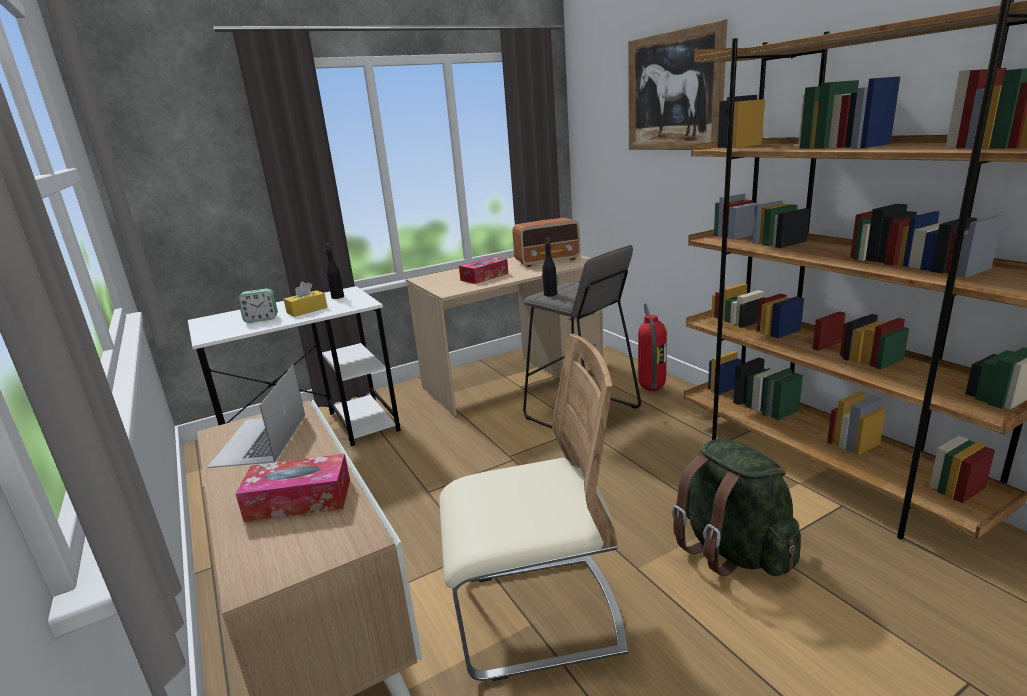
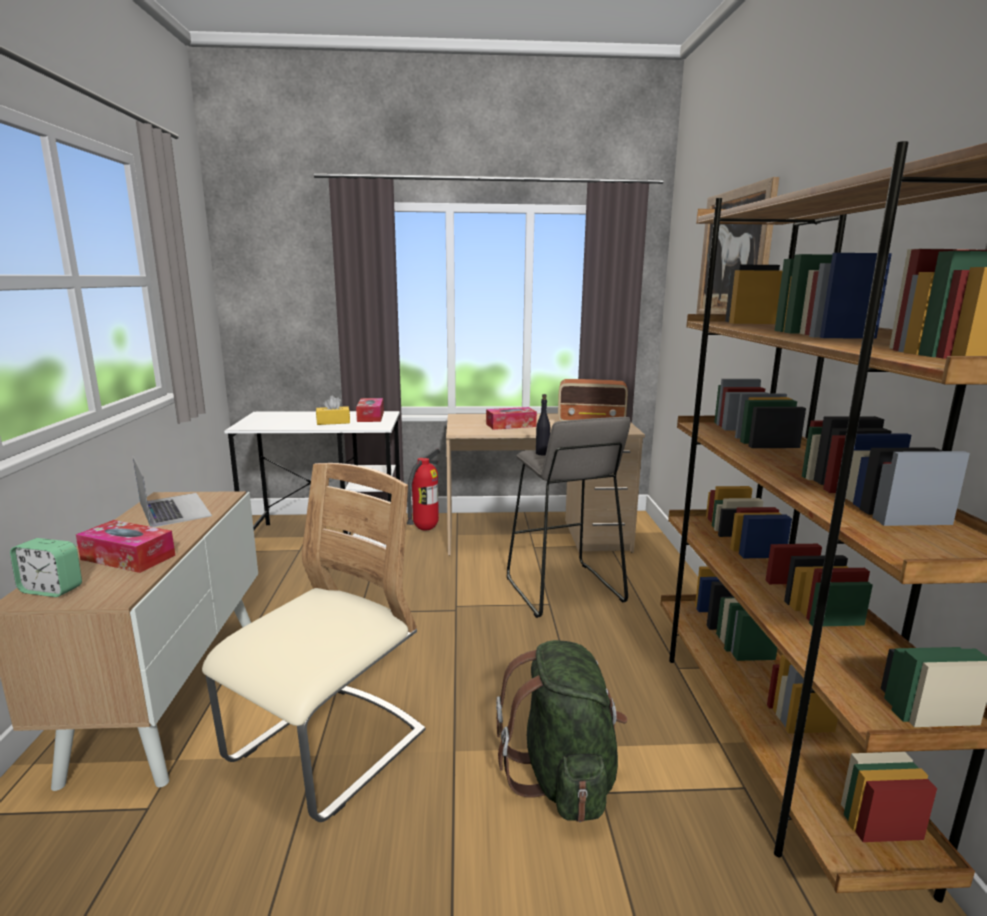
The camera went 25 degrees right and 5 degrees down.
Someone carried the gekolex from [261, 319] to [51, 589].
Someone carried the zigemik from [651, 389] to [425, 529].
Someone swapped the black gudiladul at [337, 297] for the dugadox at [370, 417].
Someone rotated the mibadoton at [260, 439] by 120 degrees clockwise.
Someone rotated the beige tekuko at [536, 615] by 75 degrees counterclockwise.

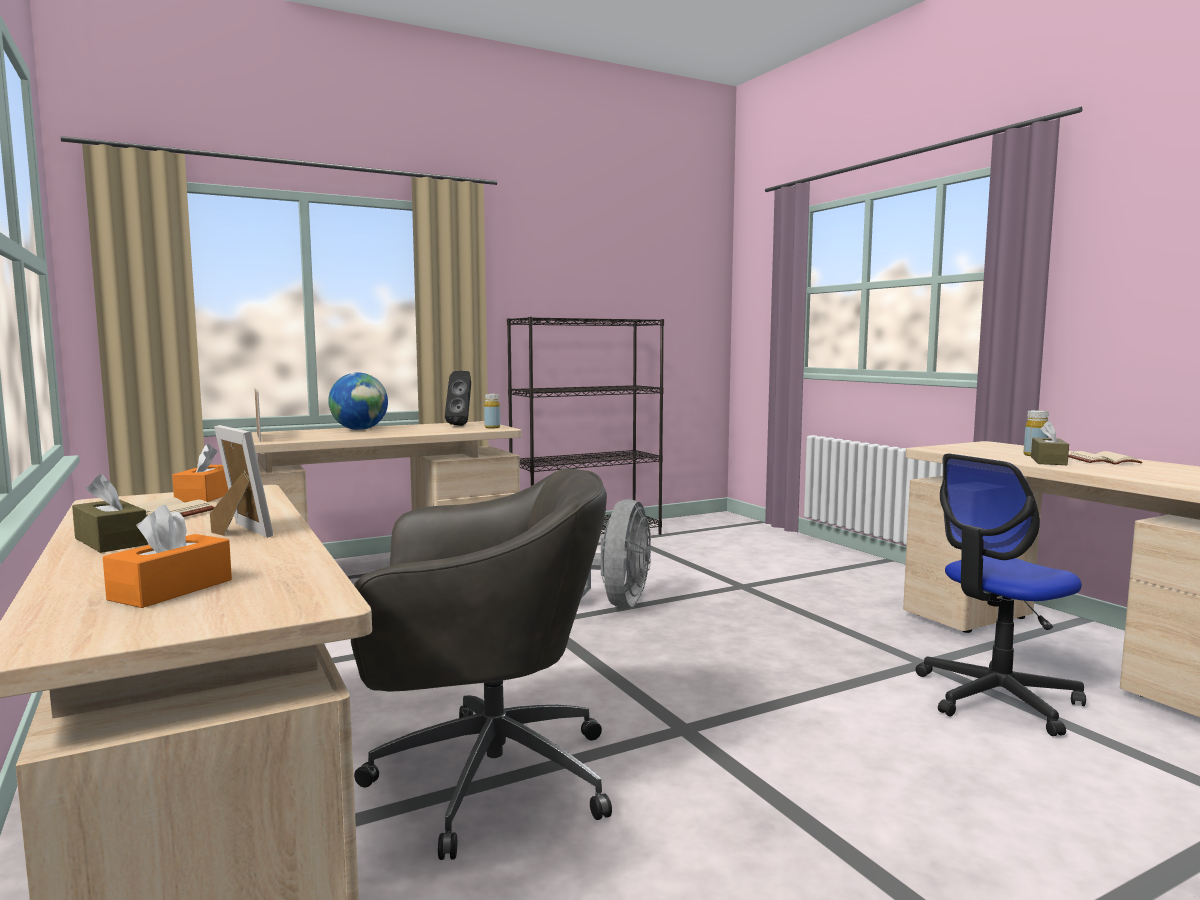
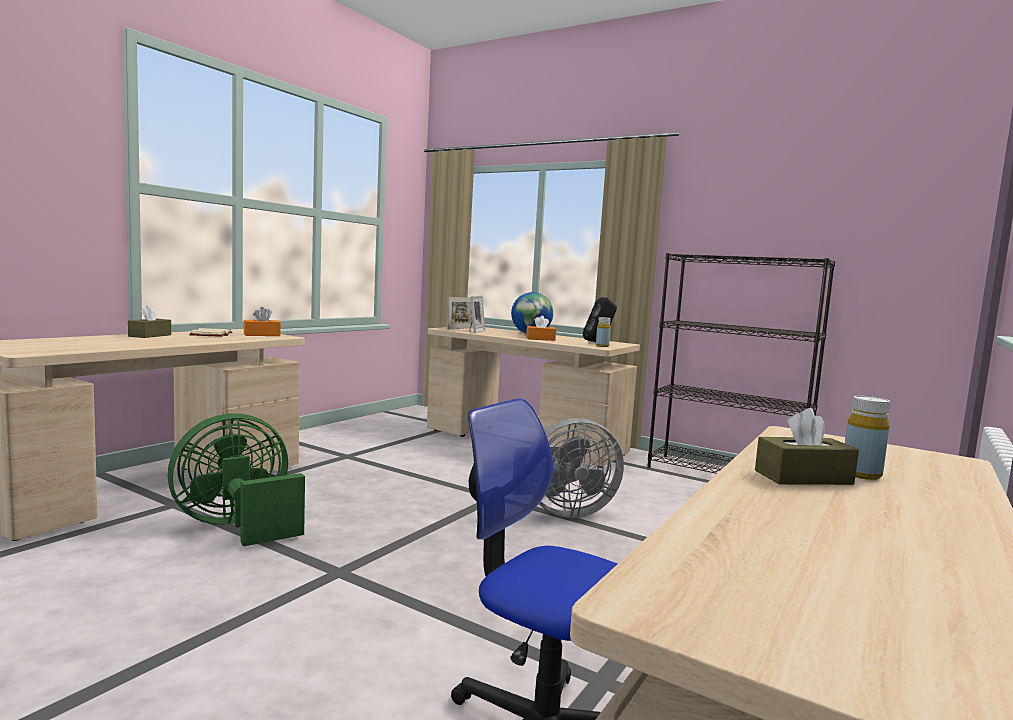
The camera went 60 degrees right and 0 degrees up.
Someone took away the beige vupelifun at [1103, 461].
Someone carried the orange dugadox from [171, 589] to [540, 339].
Someone carried the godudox from [237, 532] to [474, 331].
Someone swapped the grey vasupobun at [484, 778] for the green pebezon at [238, 527].

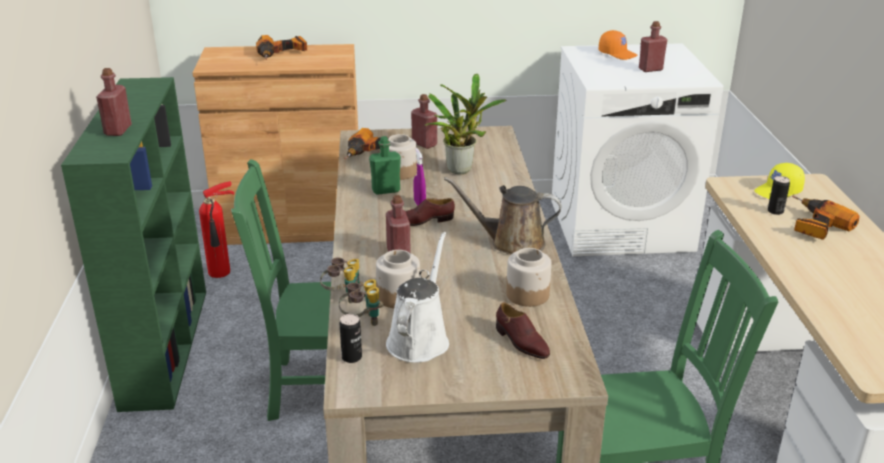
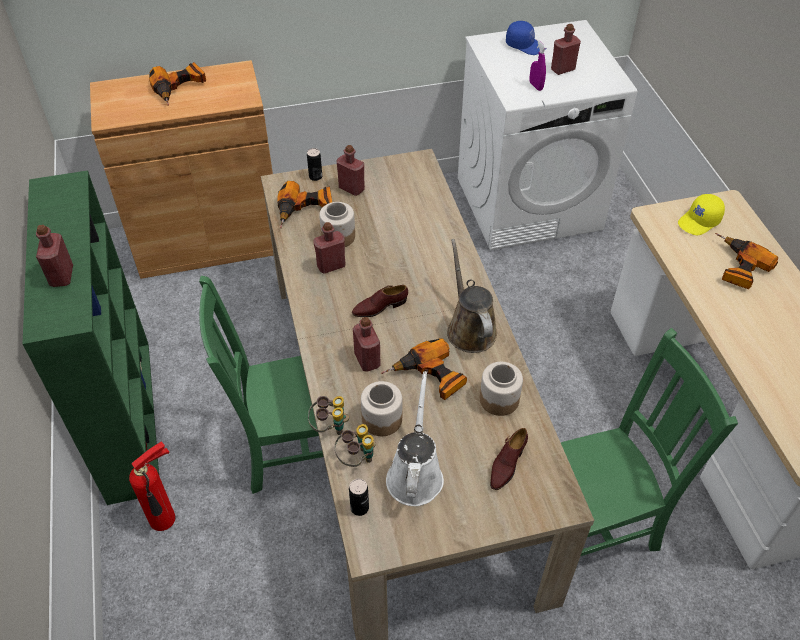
The camera went 10 degrees left and 20 degrees up.
Someone took away the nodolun at [461, 169].
Someone put down the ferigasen at [429, 378].
Someone carried the zigemik from [221, 272] to [165, 520].
Someone carried the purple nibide from [419, 204] to [536, 86].
Someone carried the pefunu from [775, 211] to [315, 177].
Someone repainted the green gudiladul at [386, 190], which became the red gudiladul at [331, 266].
Someone repainted the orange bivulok at [617, 54], which became the blue bivulok at [525, 45].
Someone rotated the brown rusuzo at [512, 243] by 75 degrees clockwise.
Someone rotated the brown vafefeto at [521, 342] by 75 degrees clockwise.

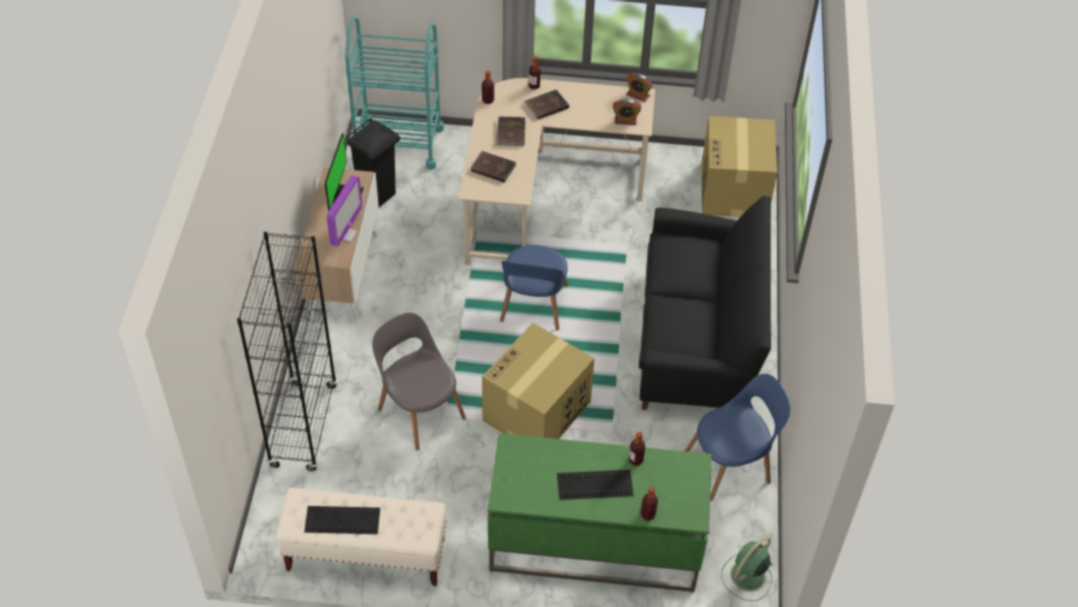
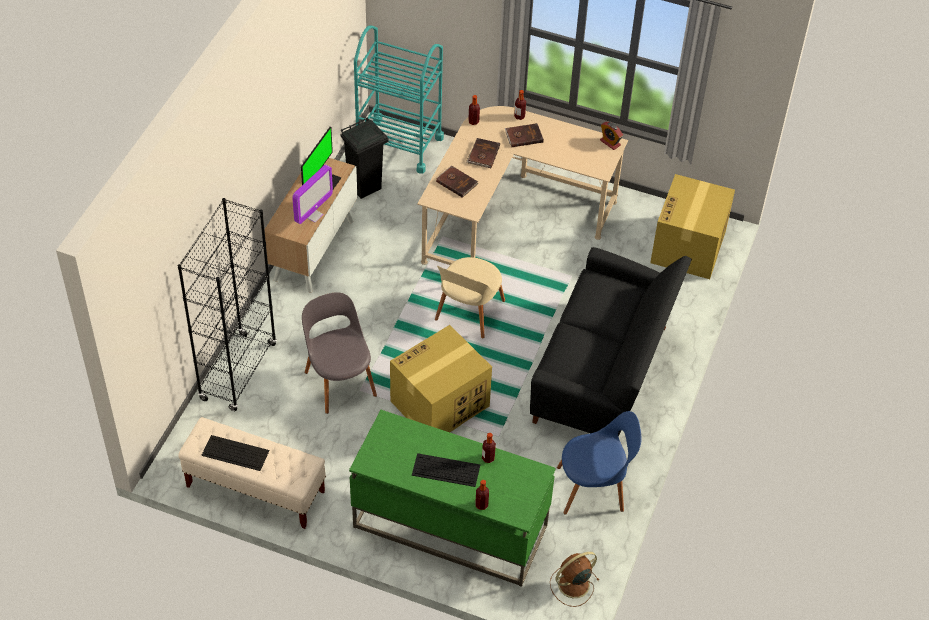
The camera went 15 degrees right and 0 degrees up.
Someone took away the gekolex at [625, 120].
Someone repainted the blue tekuko at [533, 306], which became the beige tekuko at [468, 313].
Someone repainted the green pebezon at [746, 577], which became the brown pebezon at [572, 585].

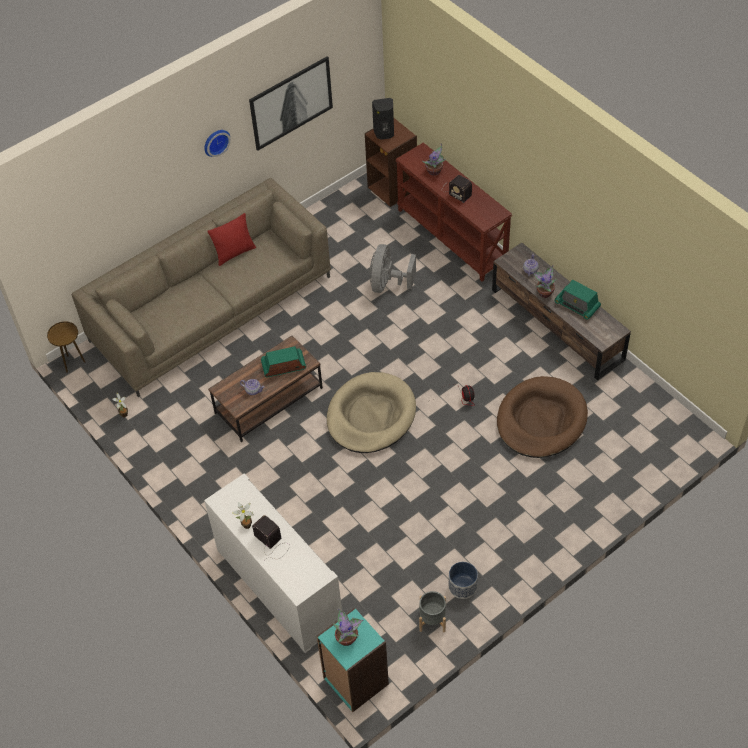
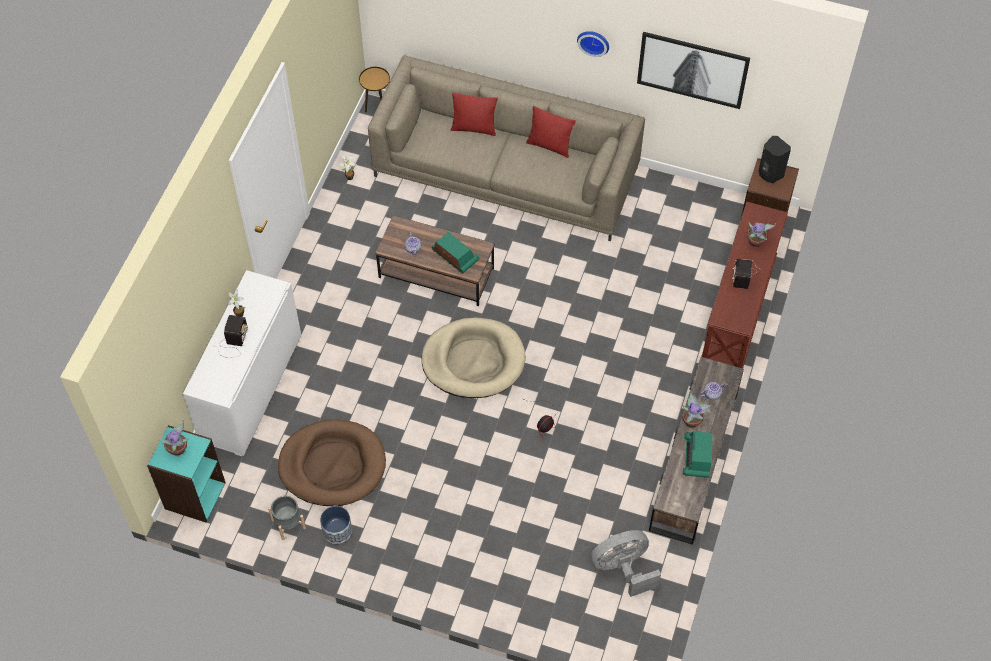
The camera went 55 degrees right and 5 degrees up.
Someone put down the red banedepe at [474, 128].
Someone carried the grey pebezon from [388, 284] to [622, 568].
Someone carried the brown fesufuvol from [541, 420] to [332, 465].

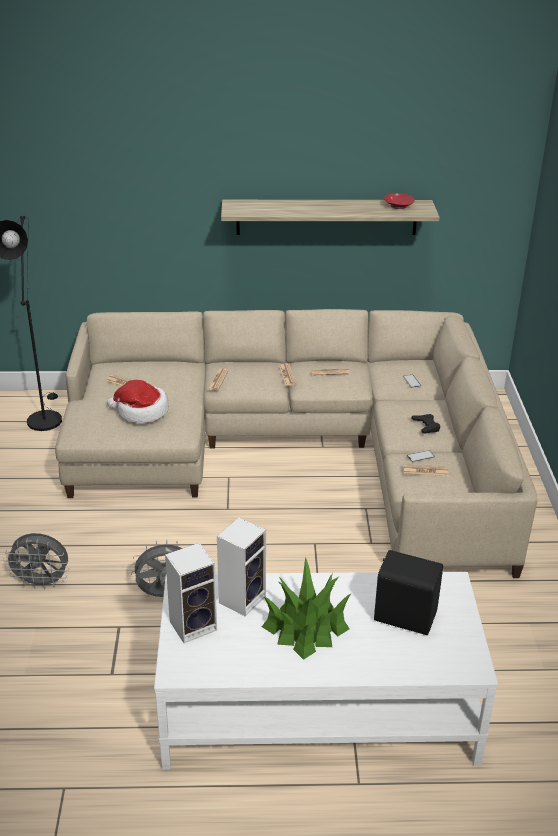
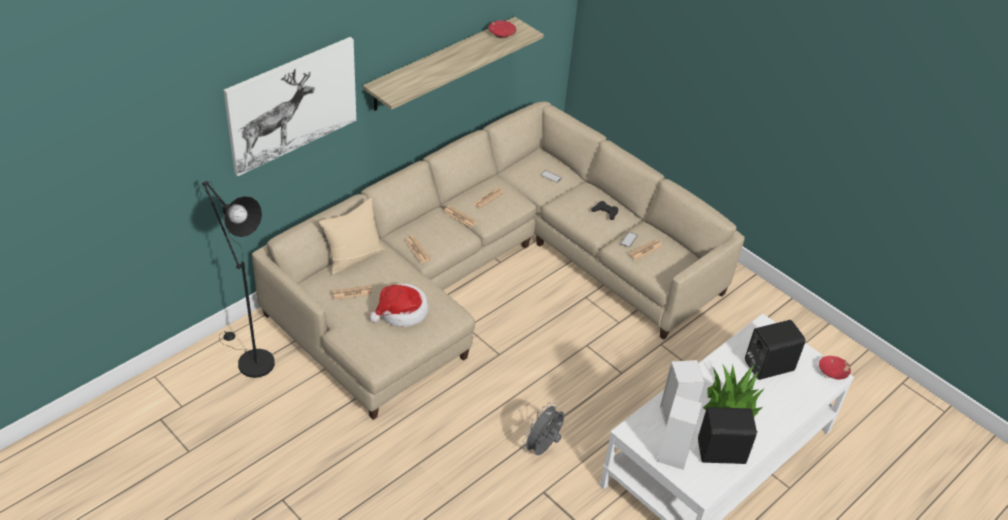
The camera went 45 degrees left and 10 degrees up.
Someone took away the grey pebezon at [42, 583].
Someone put up the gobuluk at [292, 104].
Someone put down the beige banedepe at [354, 258].
Someone put down the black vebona at [722, 453].
Someone put down the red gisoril at [833, 372].

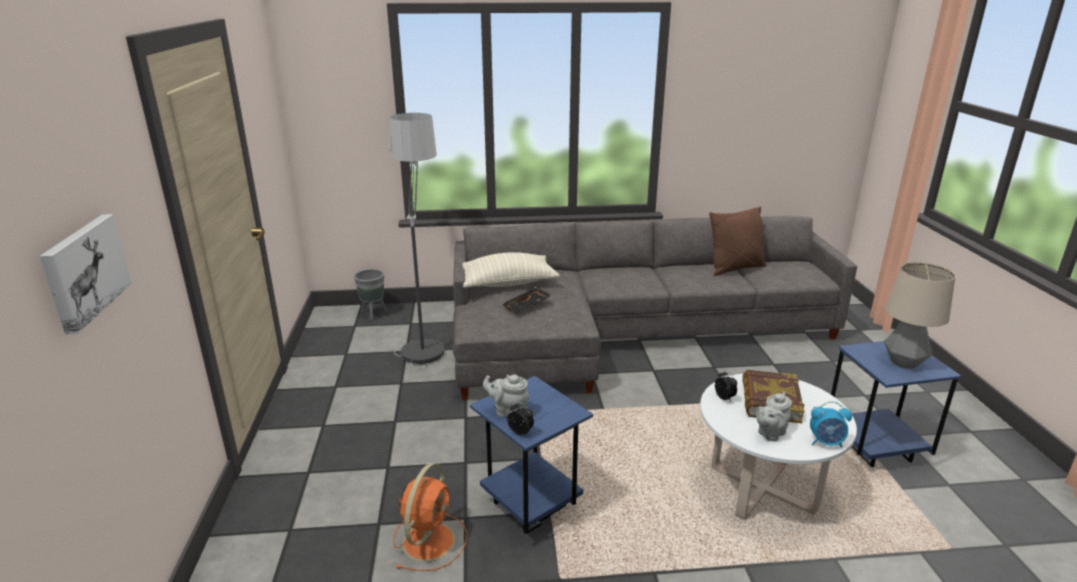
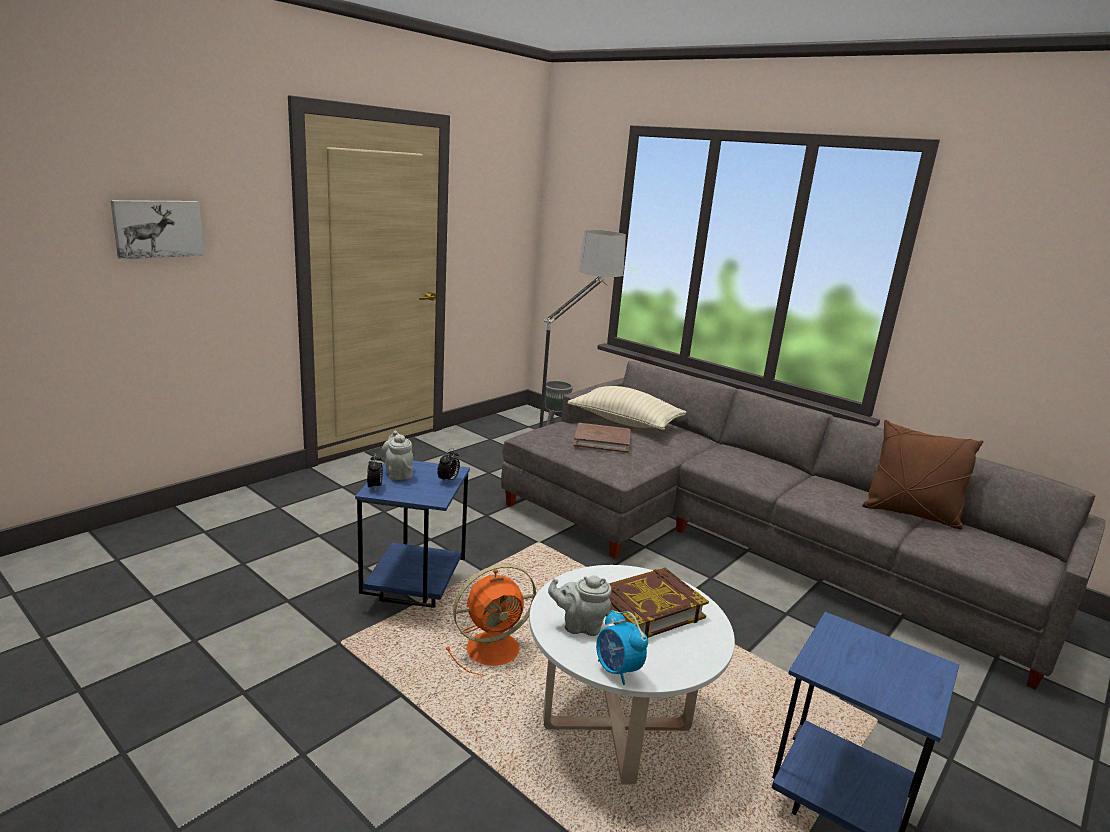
The camera went 45 degrees right and 5 degrees down.
Someone took away the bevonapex at [903, 362].
Someone carried the orange pebezon from [430, 539] to [495, 648].
Someone carried the gekolex from [725, 398] to [448, 480].
Someone swapped the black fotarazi at [527, 306] for the brown vupelifun at [602, 441].

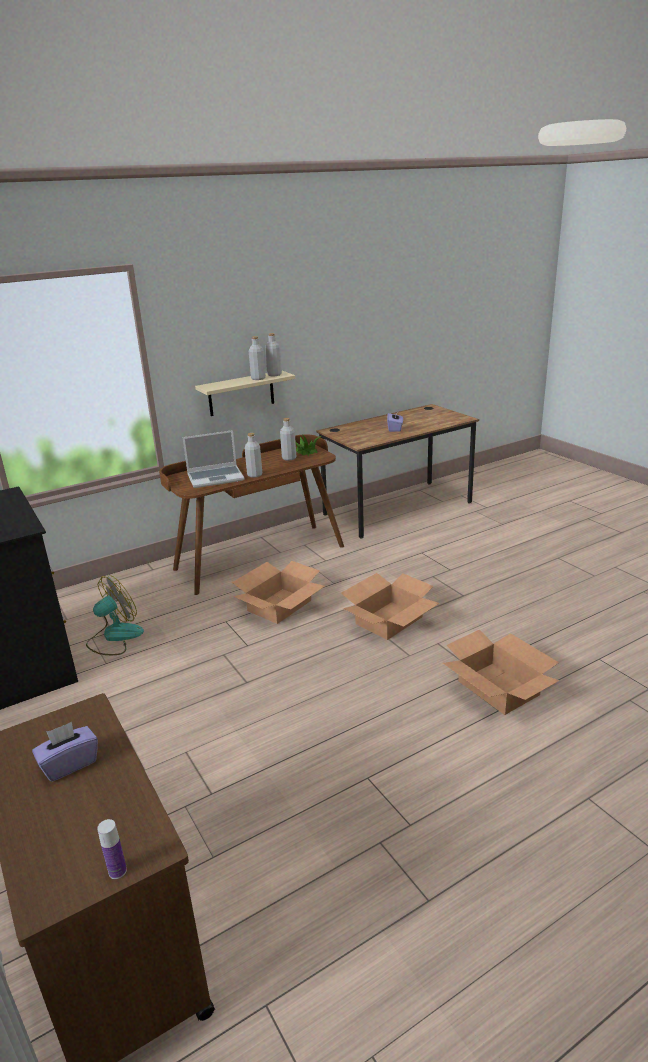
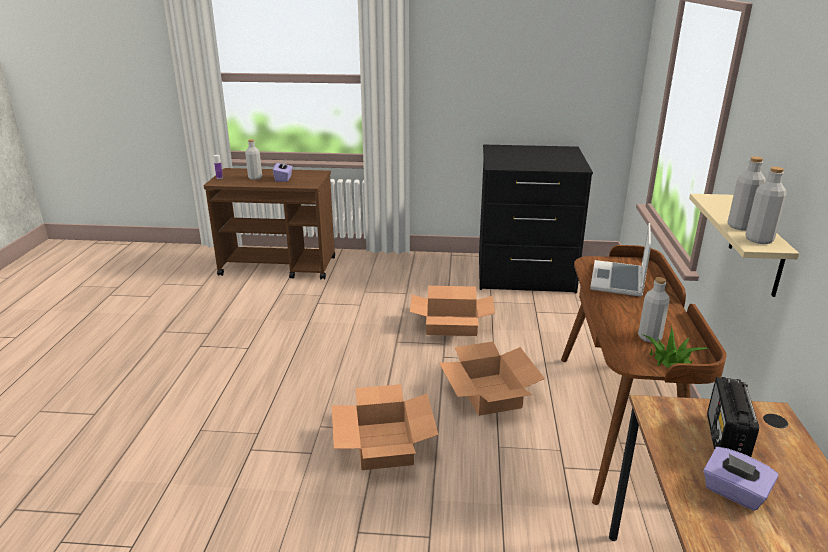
The camera went 125 degrees right and 0 degrees up.
Someone took away the pebezon at [114, 637].
Someone put down the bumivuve at [726, 440].
Someone carried the grey gudiladul from [254, 475] to [255, 178].
Someone carried the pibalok from [498, 688] to [451, 325].

